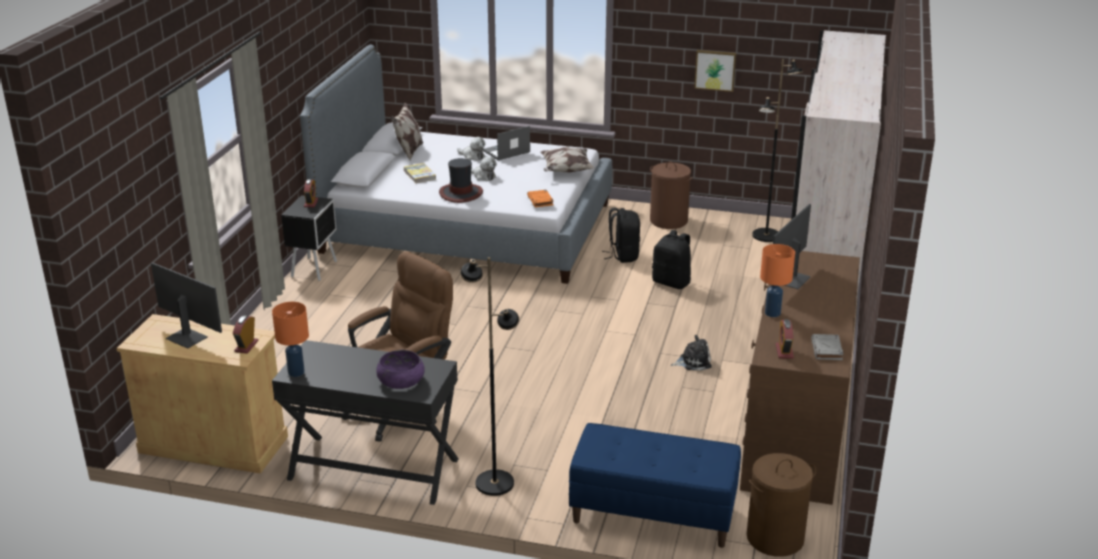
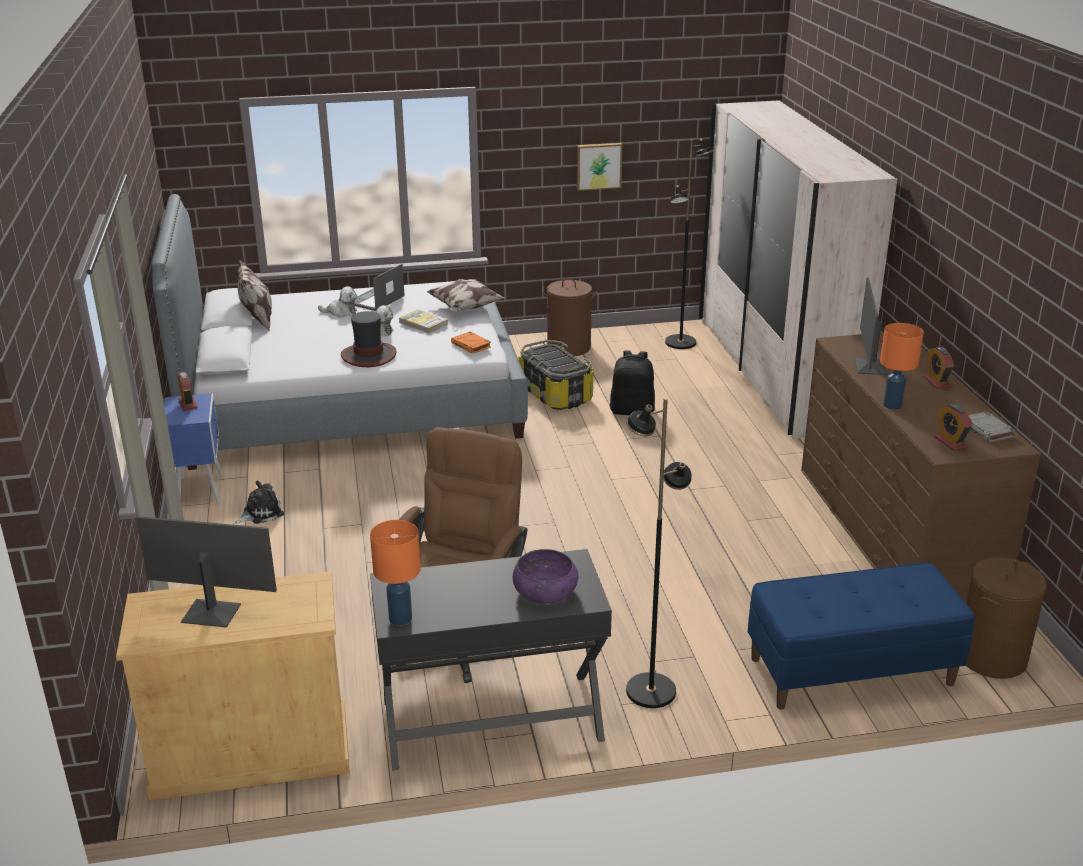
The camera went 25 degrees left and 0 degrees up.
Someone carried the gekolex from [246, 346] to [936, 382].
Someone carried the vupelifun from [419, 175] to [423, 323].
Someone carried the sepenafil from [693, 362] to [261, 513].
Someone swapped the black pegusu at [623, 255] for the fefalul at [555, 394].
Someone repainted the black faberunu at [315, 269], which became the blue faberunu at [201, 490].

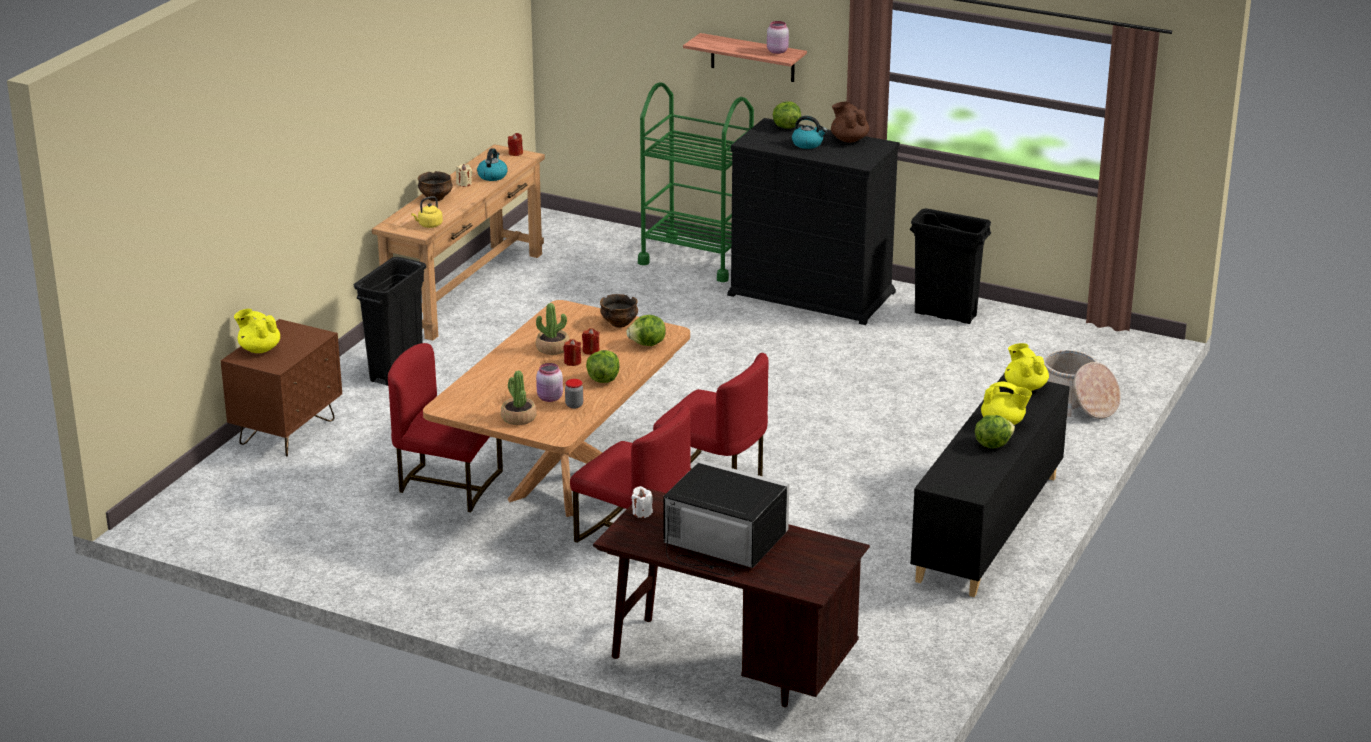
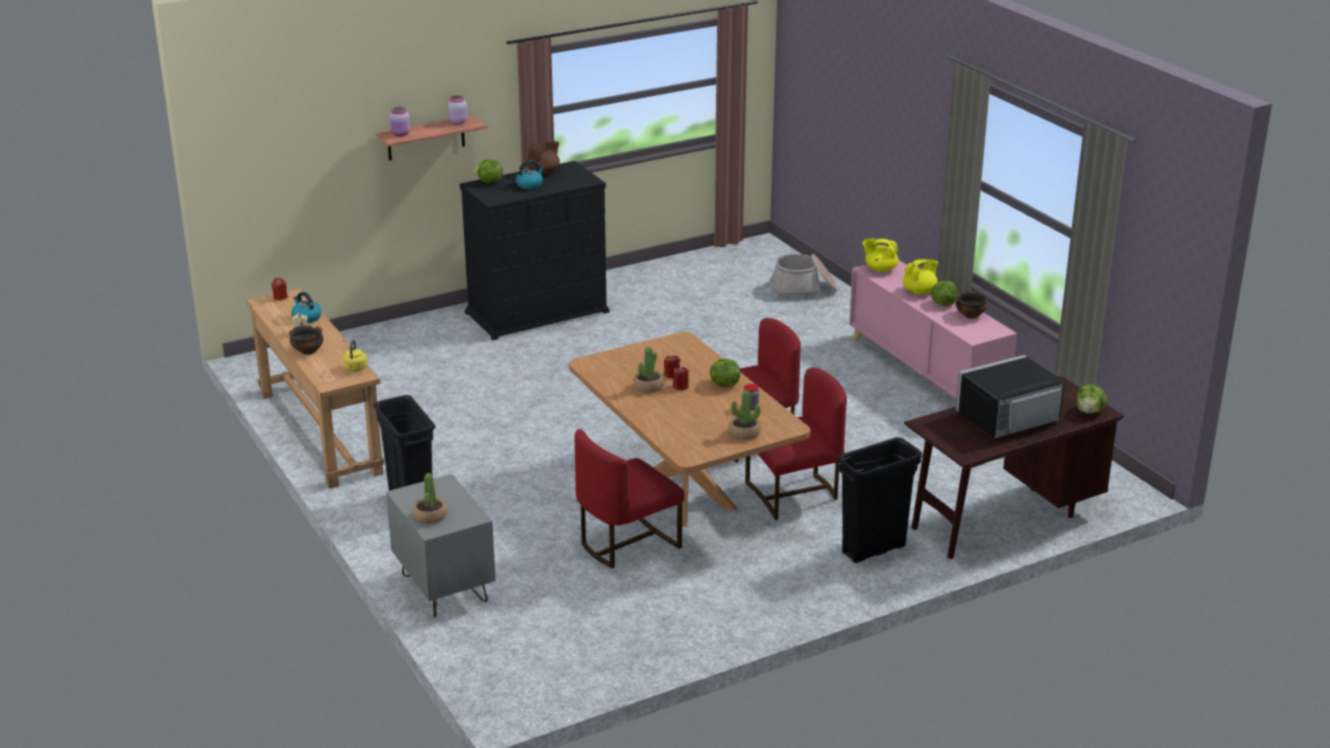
The camera went 55 degrees left and 0 degrees up.
Someone took away the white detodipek at [642, 513].
Someone took away the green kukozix at [696, 259].
Someone carried the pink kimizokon from [549, 398] to [400, 134].
Someone carried the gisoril from [619, 323] to [970, 315].
Someone carried the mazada from [647, 344] to [1089, 411].
Someone carried the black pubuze from [946, 315] to [874, 549].
Someone swapped the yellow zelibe at [259, 349] for the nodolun at [430, 516].
Someone repainted the brown faberunu at [287, 432], which became the grey faberunu at [444, 589].
Someone repainted the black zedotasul at [988, 528], which became the pink zedotasul at [926, 373].
Someone rotated the brown zelibe at [849, 139] by 135 degrees clockwise.

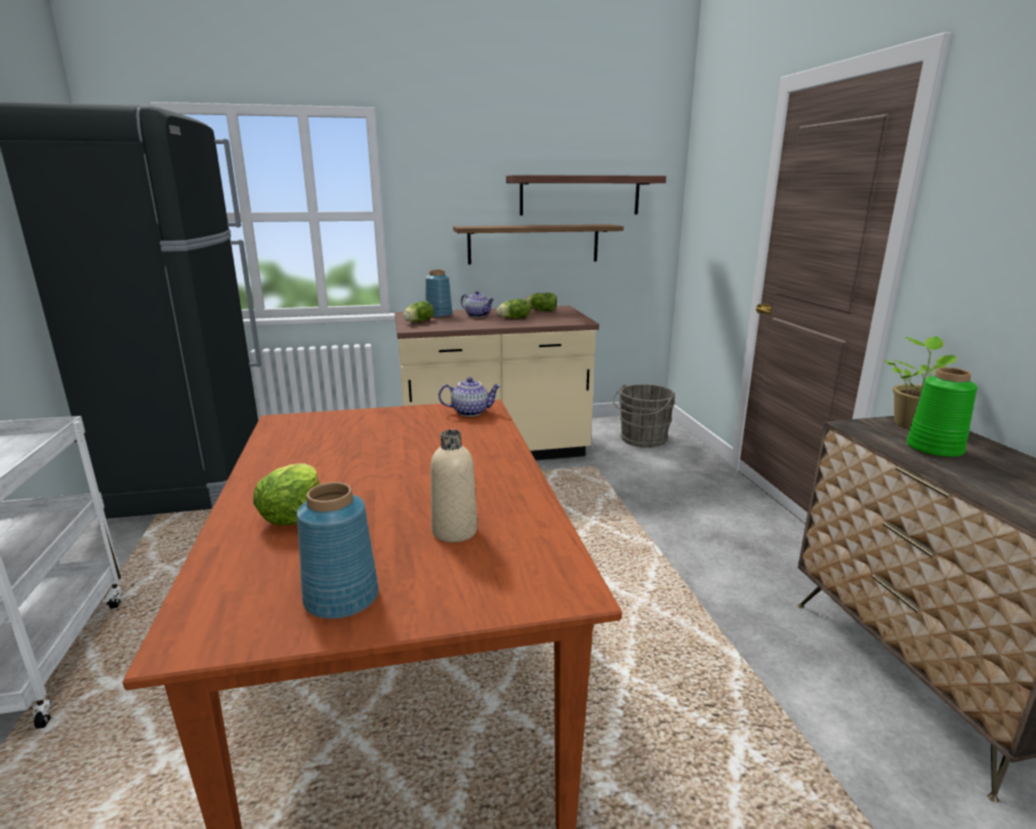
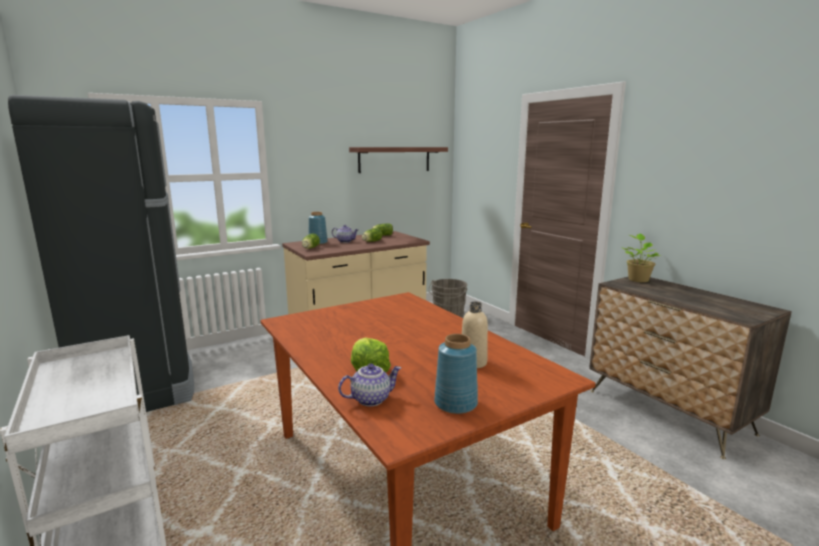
The camera went 20 degrees left and 5 degrees down.
Someone took away the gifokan at [533, 244].
Someone took away the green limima at [935, 449].
Someone carried the zelibe from [470, 412] to [371, 399].

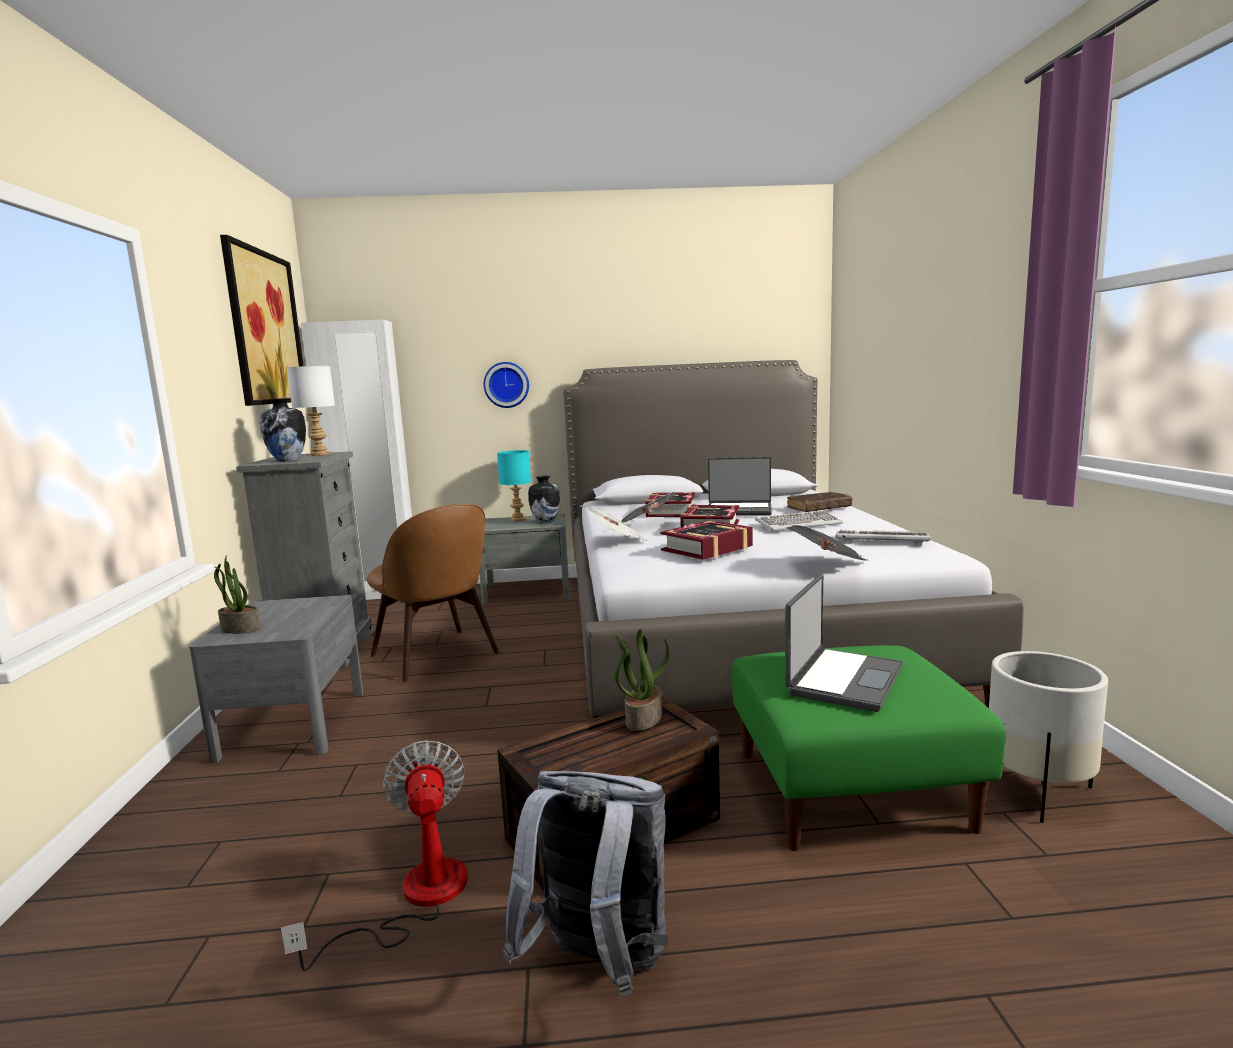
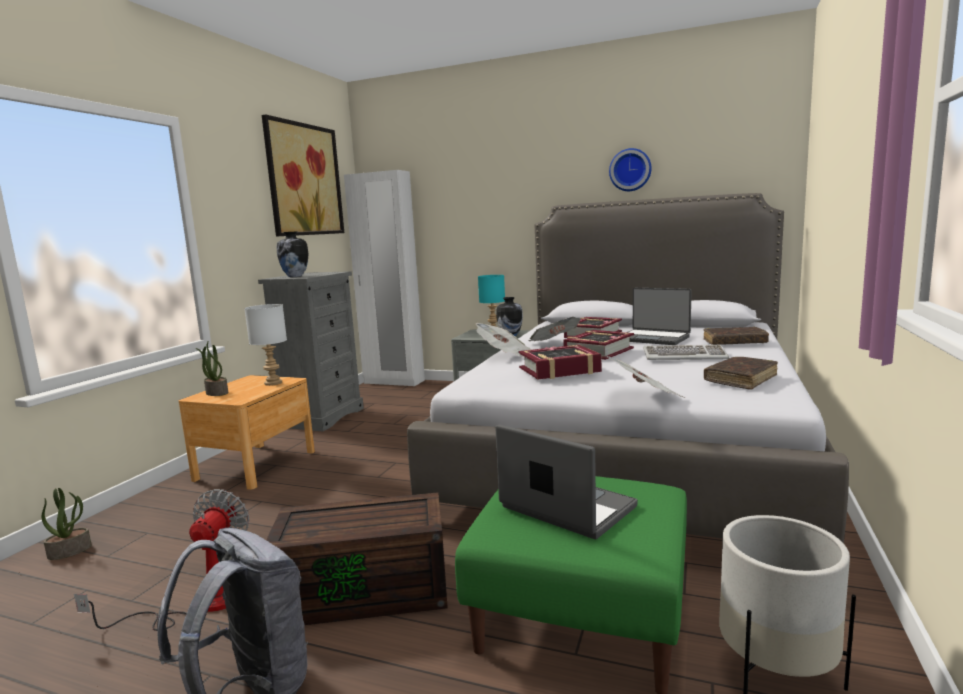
The camera went 25 degrees right and 0 degrees up.
Someone took away the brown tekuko at [437, 656].
Someone carried the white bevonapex from [319, 454] to [272, 383].
Someone carried the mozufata from [506, 385] to [630, 170].
Someone carried the nodolun from [643, 718] to [70, 551].
Someone swapped the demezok at [881, 540] for the brown vupelifun at [740, 380].
Someone repainted the grey faberunu at [293, 724], which became the brown faberunu at [256, 465].
Someone rotated the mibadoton at [843, 680] by 105 degrees counterclockwise.

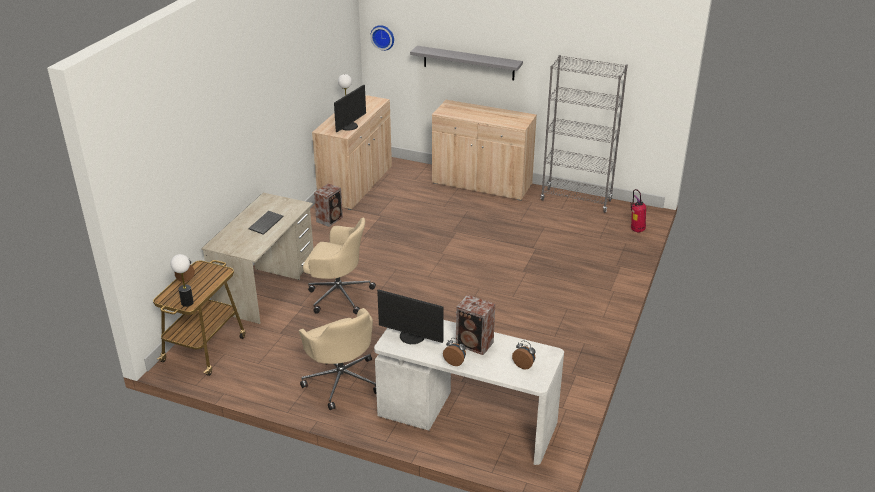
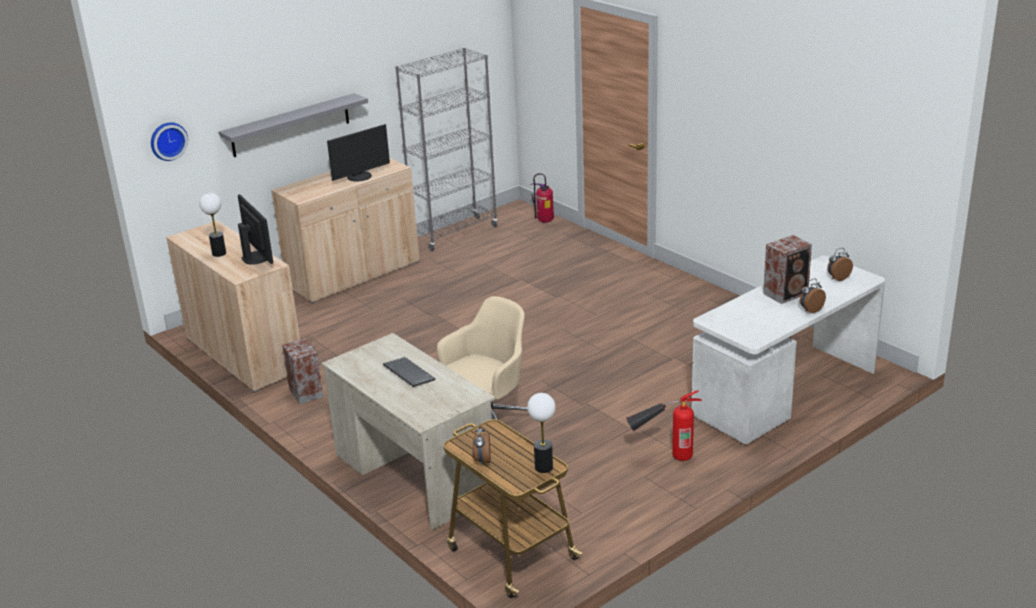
The camera went 60 degrees left and 5 degrees down.
Someone carried the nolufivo from [411, 337] to [360, 177].
Someone swapped the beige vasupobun at [342, 380] for the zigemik at [663, 456].

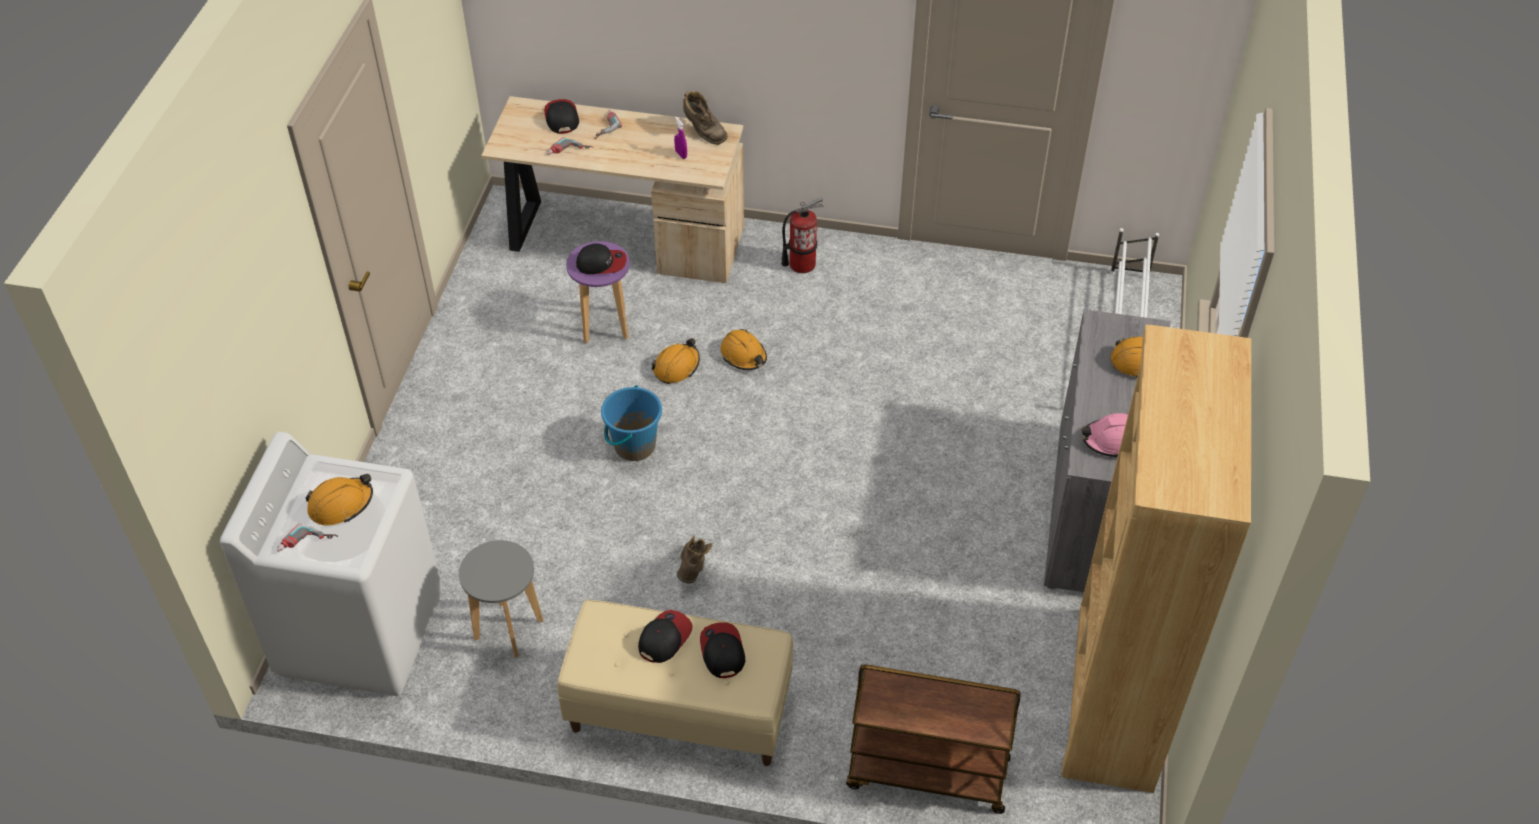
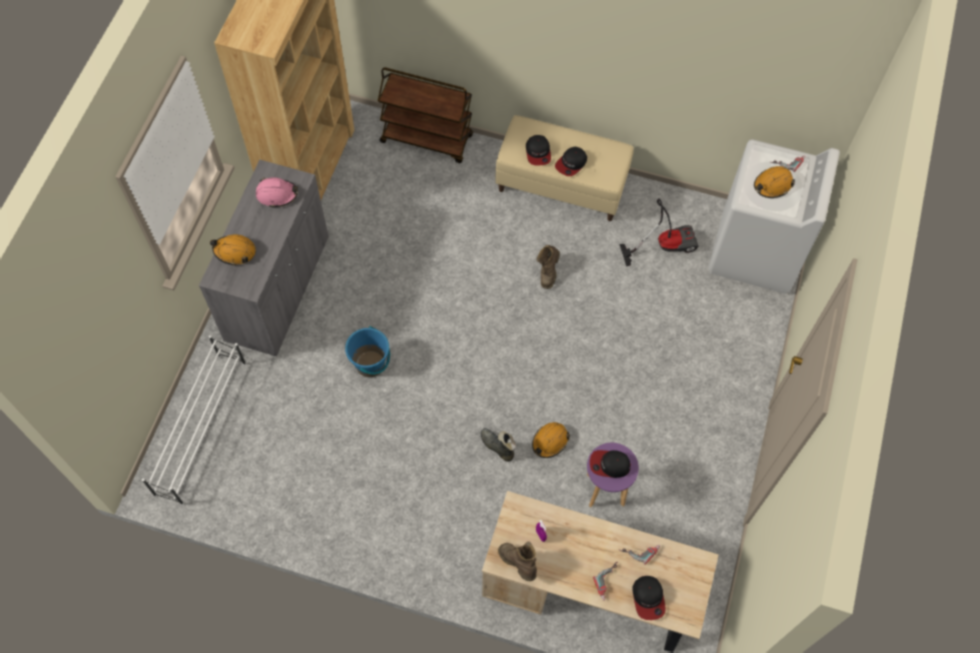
The camera went 175 degrees left and 15 degrees up.
Someone took away the zigemik at [801, 264].
Someone carried the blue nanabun from [634, 446] to [370, 364].
Someone swapped the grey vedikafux at [508, 629] for the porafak at [664, 244].
Someone swapped the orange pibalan at [743, 355] for the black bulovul at [497, 447].

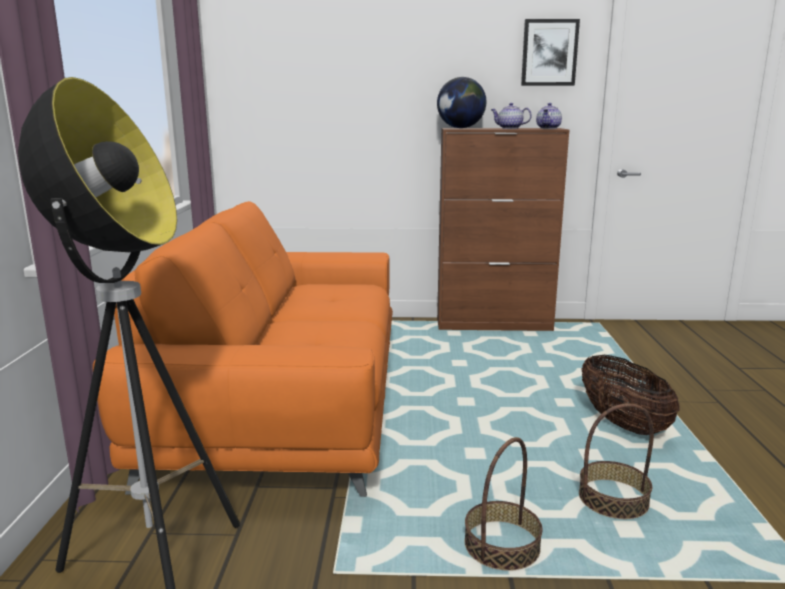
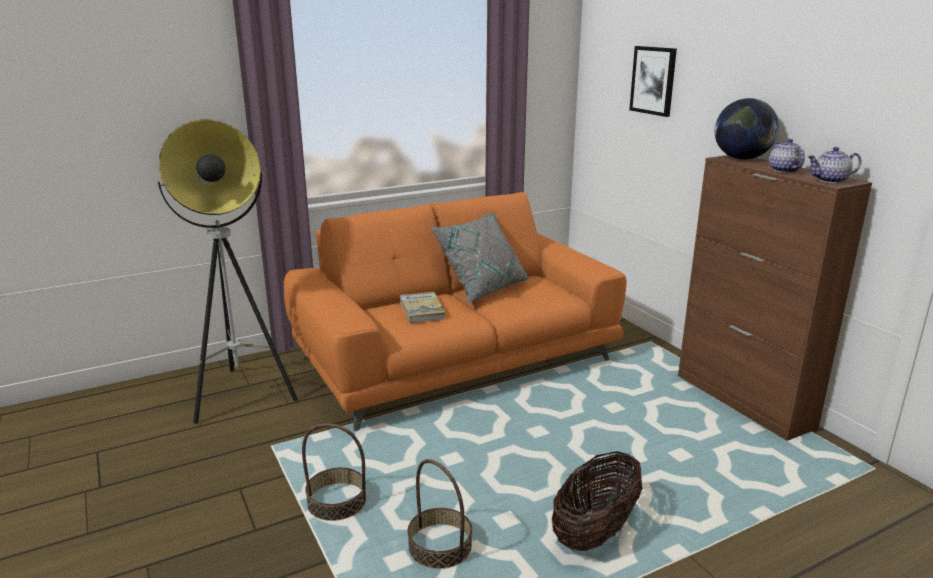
The camera went 60 degrees right and 5 degrees up.
Someone put down the vupelifun at [422, 310].
Someone put down the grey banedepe at [482, 288].
Someone carried the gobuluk from [549, 53] to [653, 80].

